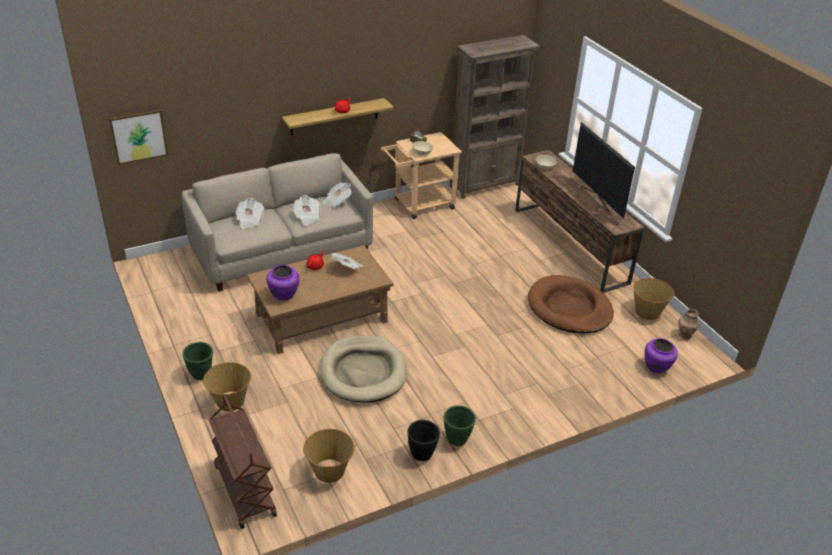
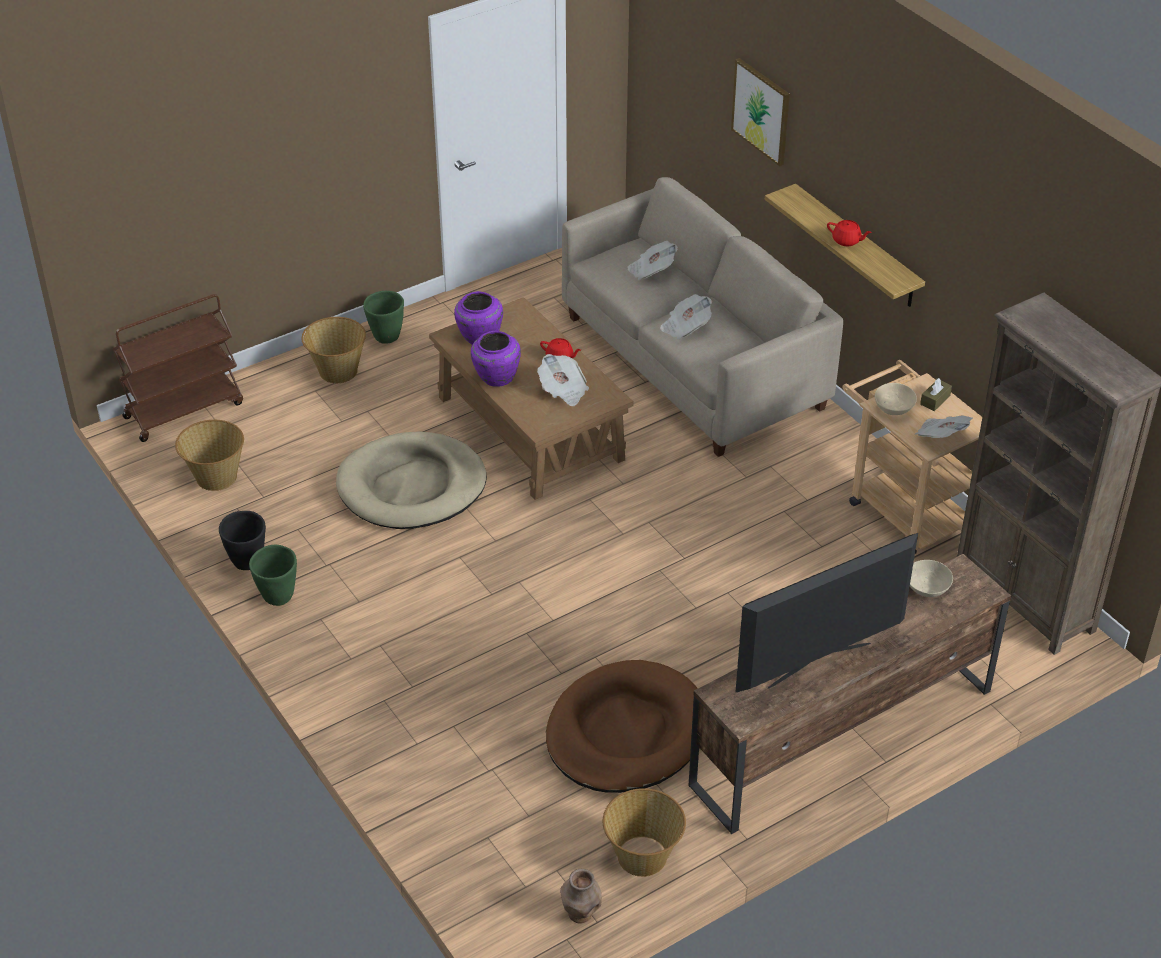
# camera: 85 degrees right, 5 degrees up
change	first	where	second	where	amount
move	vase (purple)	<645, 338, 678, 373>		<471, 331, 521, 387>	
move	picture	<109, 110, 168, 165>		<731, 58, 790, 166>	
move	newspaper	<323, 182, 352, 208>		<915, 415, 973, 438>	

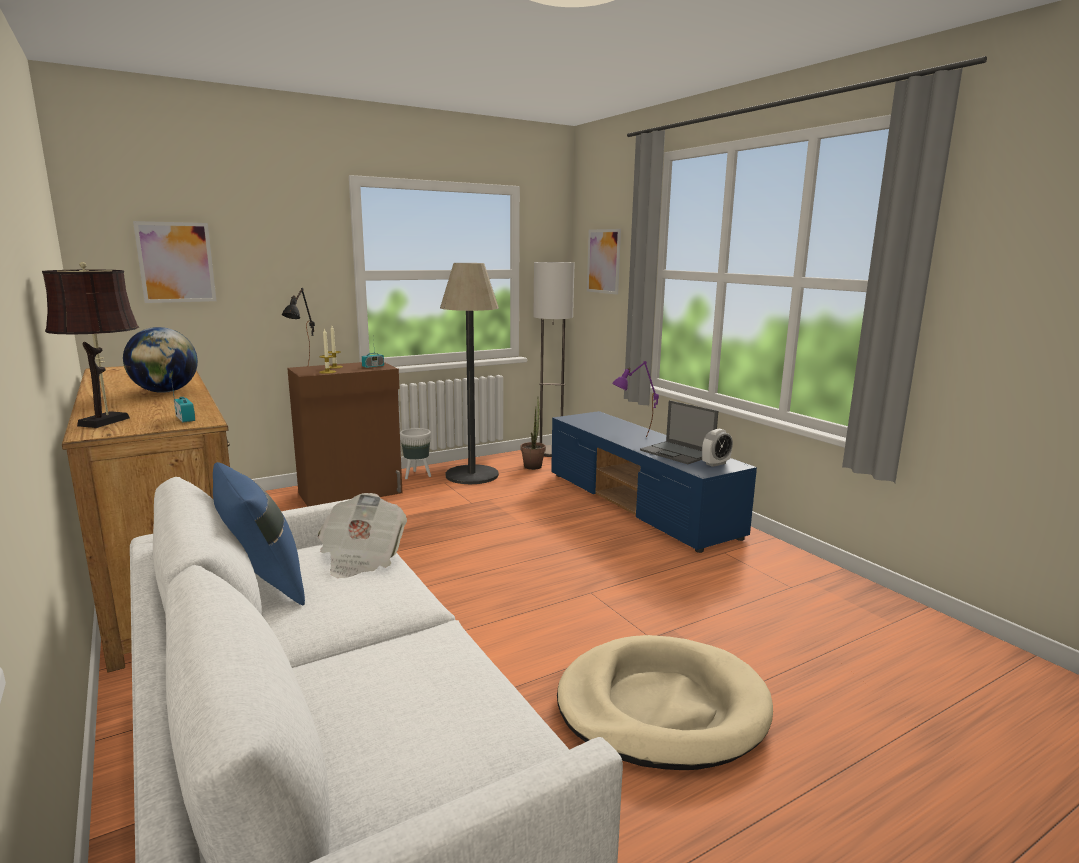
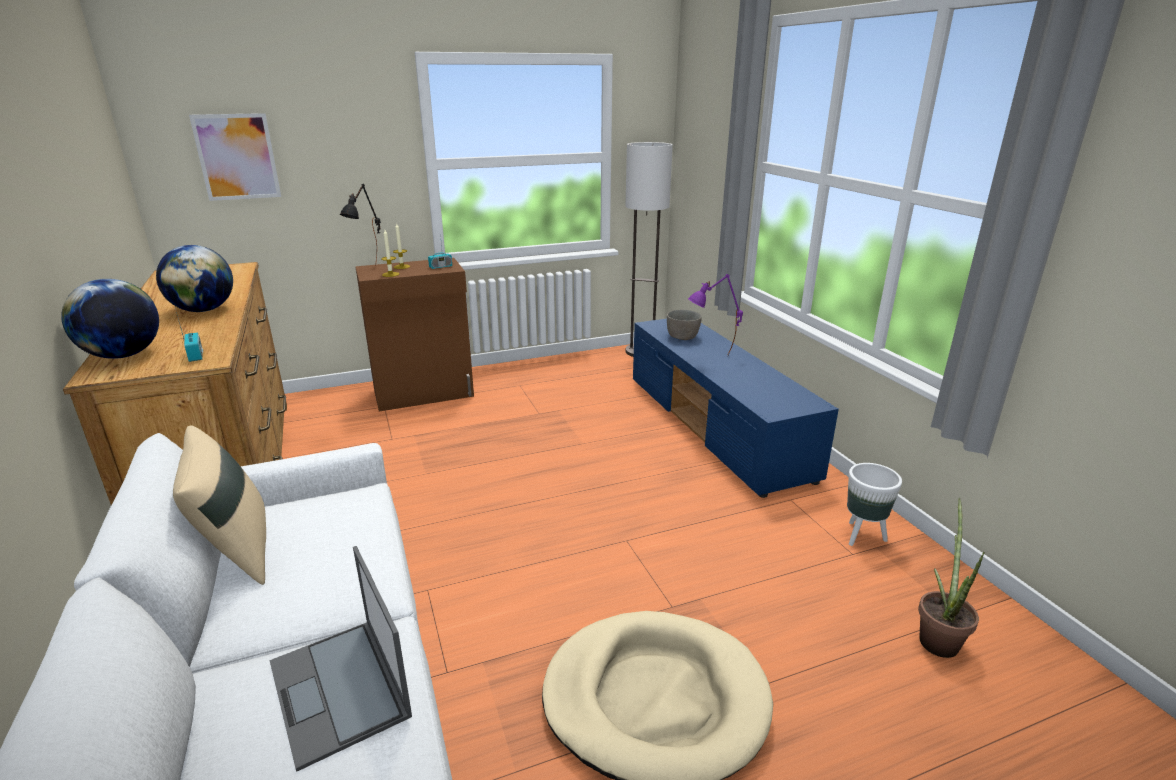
# camera: 10 degrees right, 10 degrees up
change	first	where	second	where	amount
replace	table lamp (brown)	<42, 262, 139, 428>	globe	<61, 279, 159, 359>	
recolor	pillow (blue)	<213, 462, 305, 605>	pillow (beige)	<173, 425, 266, 585>	
move	laptop	<640, 400, 718, 464>		<269, 546, 412, 772>	
insert			bowl (grey)	<667, 310, 702, 340>	
move	planter (white)	<400, 428, 431, 479>		<847, 463, 902, 546>	
move	potted plant	<520, 397, 546, 470>		<918, 498, 985, 658>	
delete	newspaper	<318, 493, 407, 578>			
delete	floor lamp	<440, 263, 499, 484>			
delete	picture	<587, 229, 621, 295>			
delete	alarm clock	<702, 429, 733, 467>			

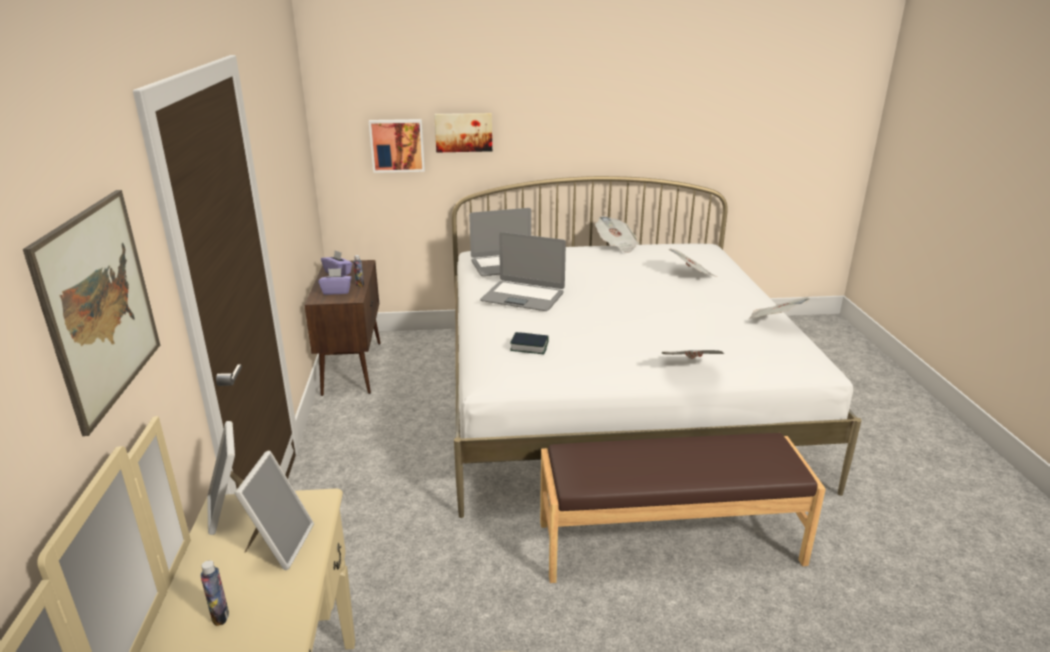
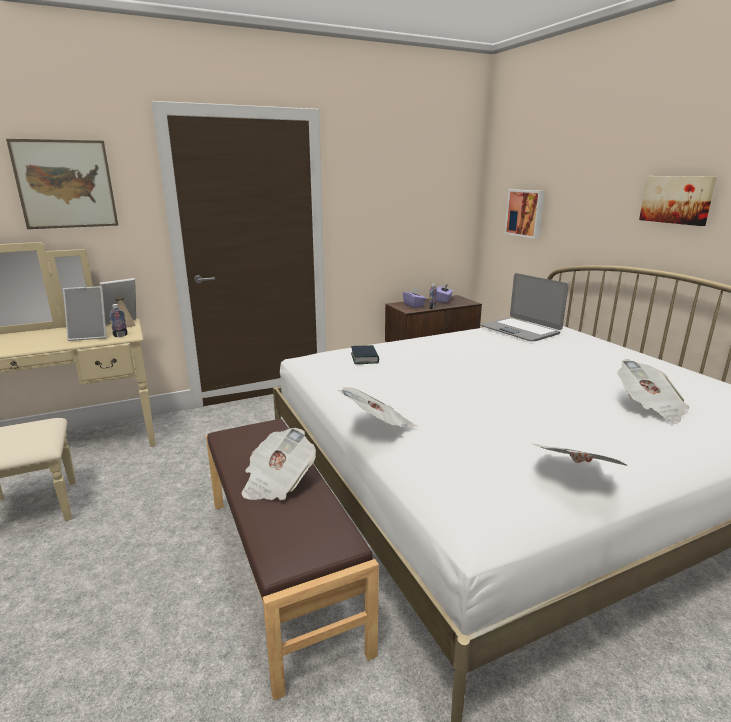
# camera: 70 degrees right, 5 degrees down
change	first	where	second	where	amount
move	bottle	<201, 560, 229, 626>		<109, 304, 128, 337>	
move	newspaper	<595, 216, 639, 253>		<241, 428, 316, 500>	
move	picture	<434, 113, 492, 152>		<639, 176, 717, 226>	
delete	laptop	<480, 232, 566, 311>			

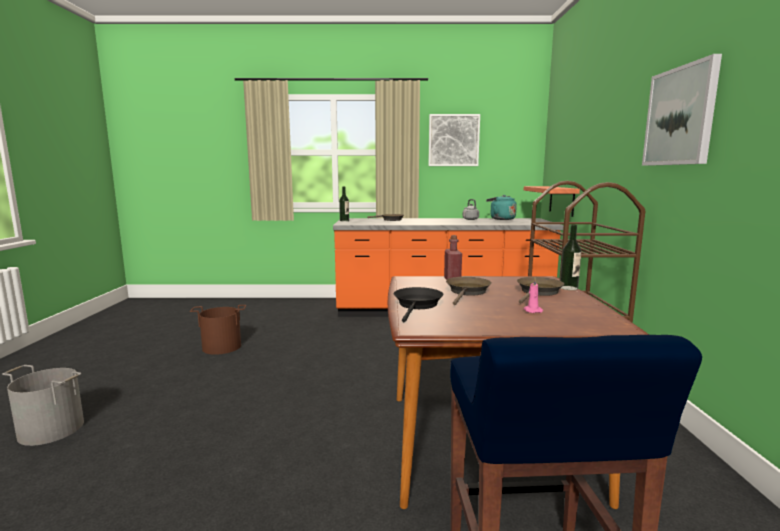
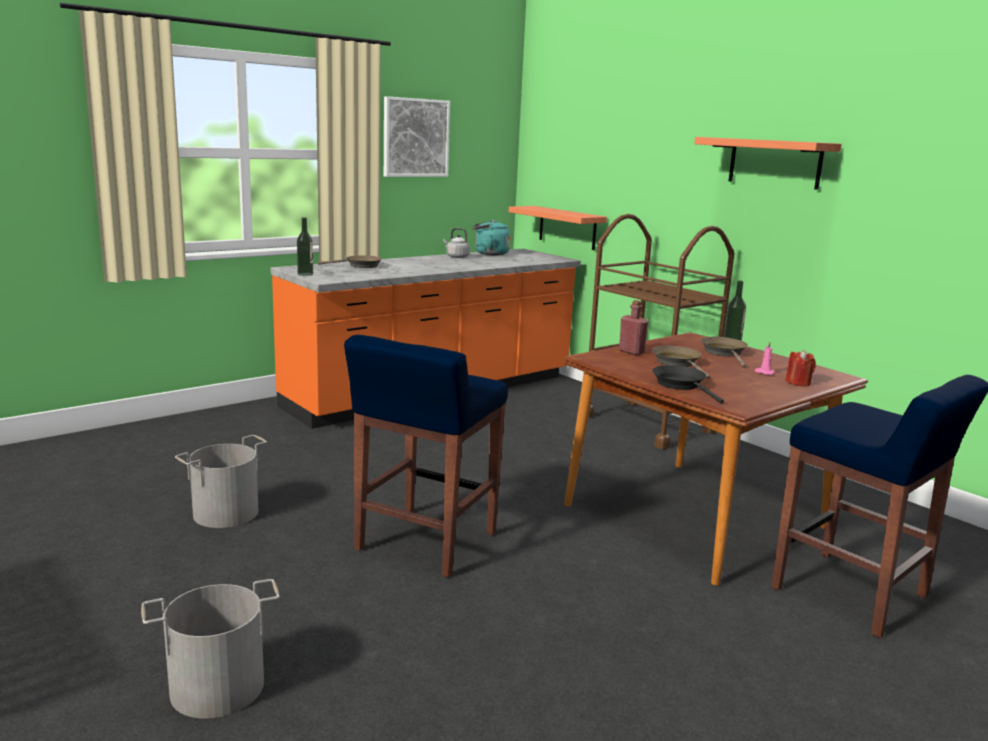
# camera: 40 degrees left, 5 degrees up
change	first	where	second	where	amount
recolor	bucket (brown)	<190, 305, 246, 355>	bucket (grey)	<175, 435, 267, 528>	
insert			stool (blue)	<344, 335, 508, 578>	
replace	picture	<642, 54, 722, 166>	shelf	<694, 137, 842, 190>	
insert			candle (red)	<785, 350, 816, 386>	

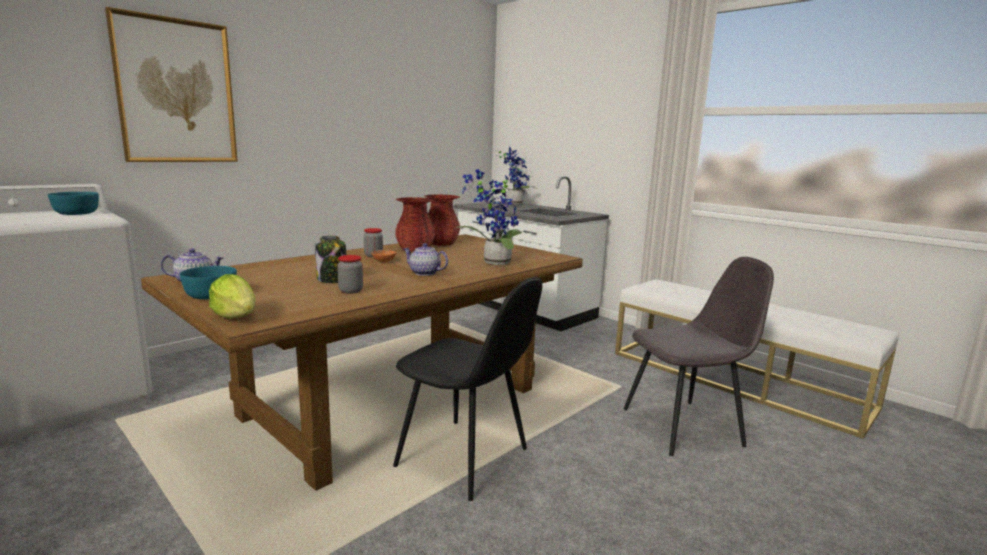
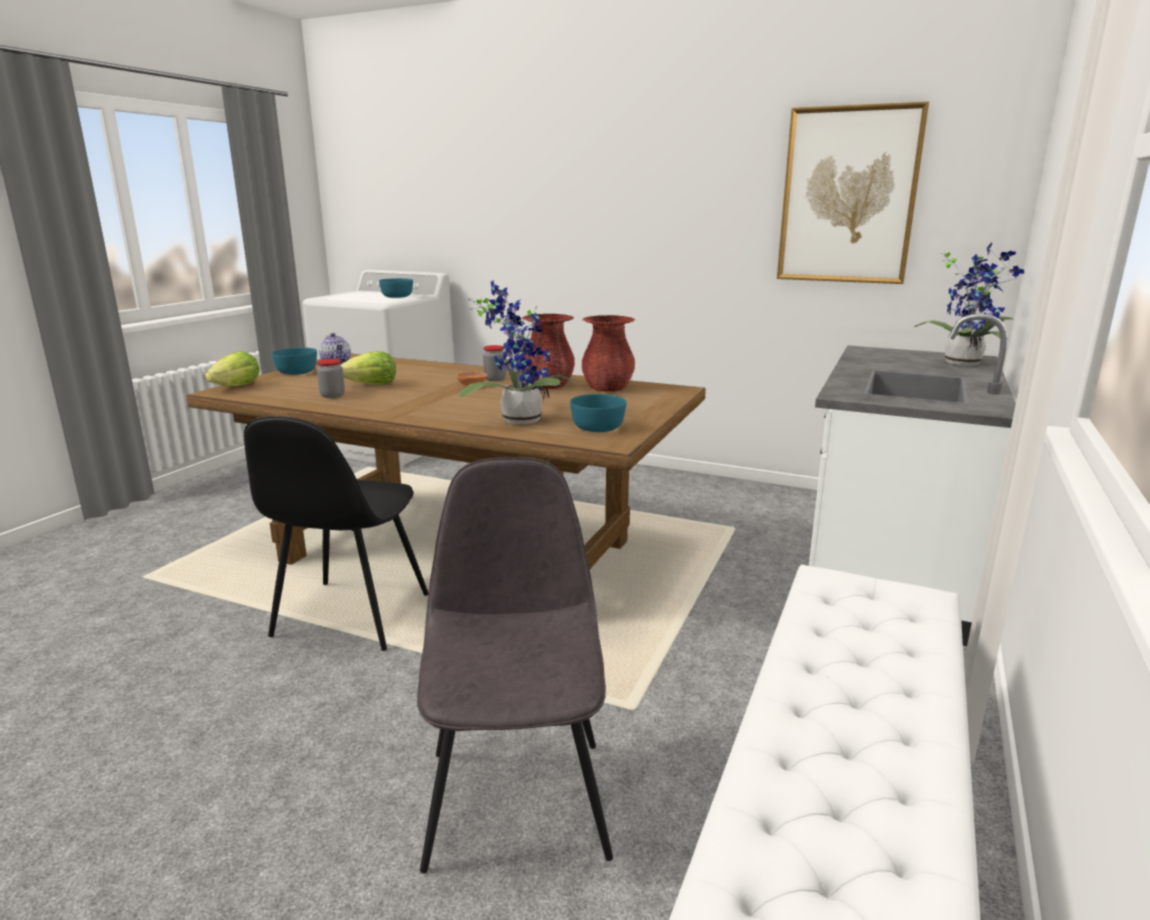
# camera: 70 degrees right, 5 degrees up
change	first	where	second	where	amount
replace	jar	<315, 235, 347, 283>	lettuce	<341, 351, 396, 385>	
rotate	chair (grey)	<624, 257, 774, 456>		<417, 457, 613, 873>	150 degrees counterclockwise
insert			bowl (turquoise)	<570, 394, 626, 432>	
move	picture	<105, 7, 238, 162>		<777, 101, 929, 284>	
delete	teapot	<404, 243, 448, 276>			

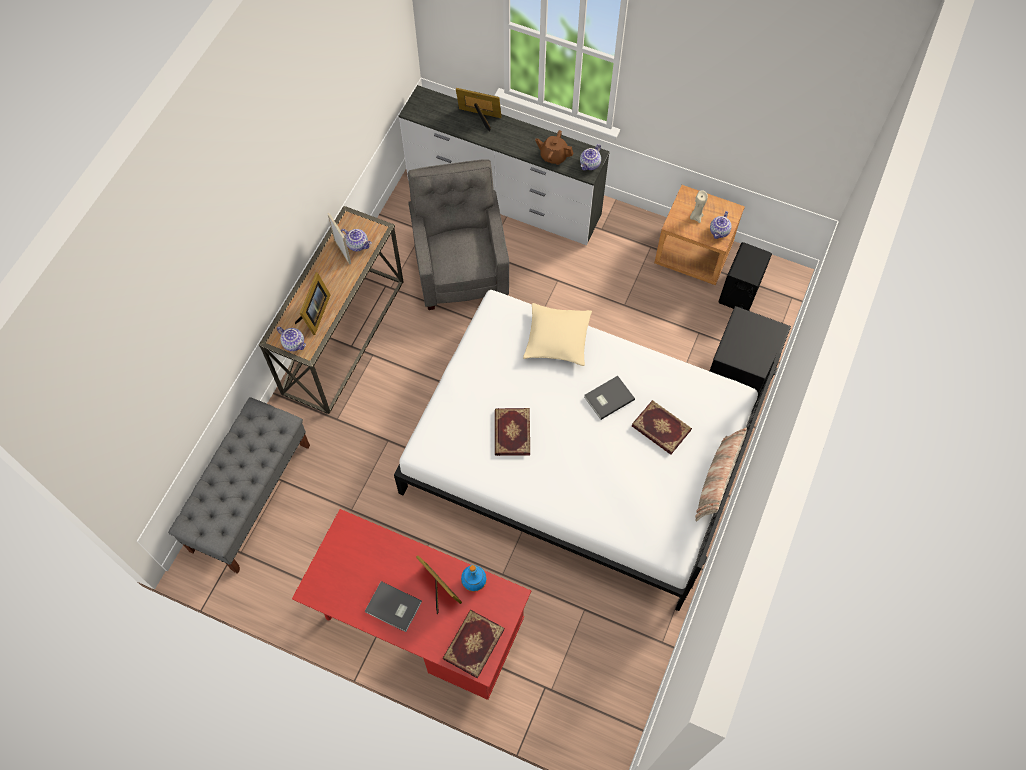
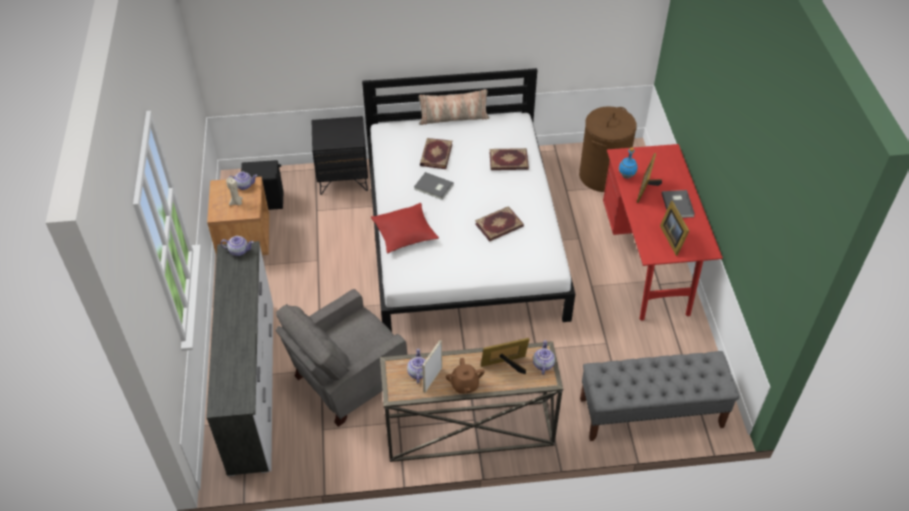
# camera: 120 degrees left, 15 degrees down
change	first	where	second	where	amount
recolor	pillow (beige)	<523, 303, 592, 366>	pillow (red)	<371, 203, 439, 254>	
move	teapot (brown)	<535, 130, 573, 165>		<446, 358, 485, 394>	
move	book	<442, 610, 504, 679>		<489, 148, 529, 170>	
insert			laundry basket (brown)	<579, 106, 637, 192>	
move	picture frame	<456, 88, 501, 131>		<660, 201, 689, 256>	

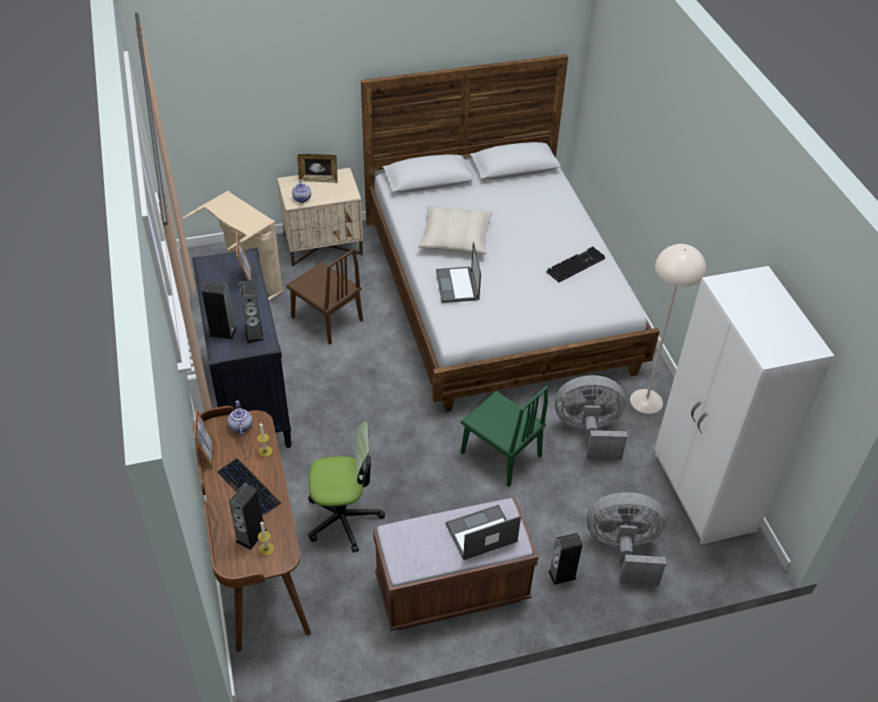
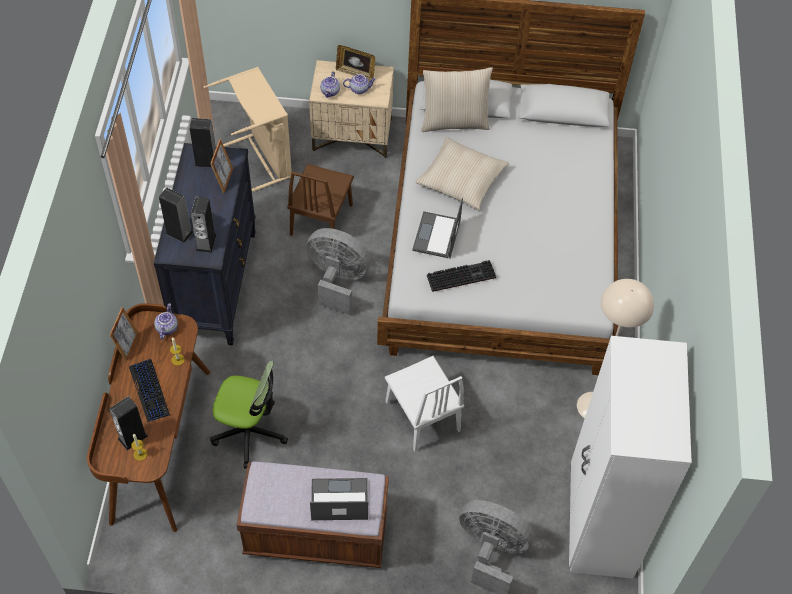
# camera: 20 degrees right, 10 degrees up
change	first	where	second	where	amount
move	speaker	<548, 533, 583, 585>		<189, 118, 216, 168>	
rotate	chair (brown)	<286, 248, 363, 344>		<287, 164, 354, 241>	45 degrees clockwise
move	fan (grey)	<555, 375, 628, 460>		<306, 228, 371, 315>	
insert			teapot	<343, 74, 376, 94>	
recolor	chair (green)	<461, 386, 548, 487>	chair (white)	<385, 356, 464, 452>	
insert			pillow (beige)	<421, 67, 493, 132>	
move	keyboard	<547, 246, 605, 282>		<427, 260, 496, 292>	

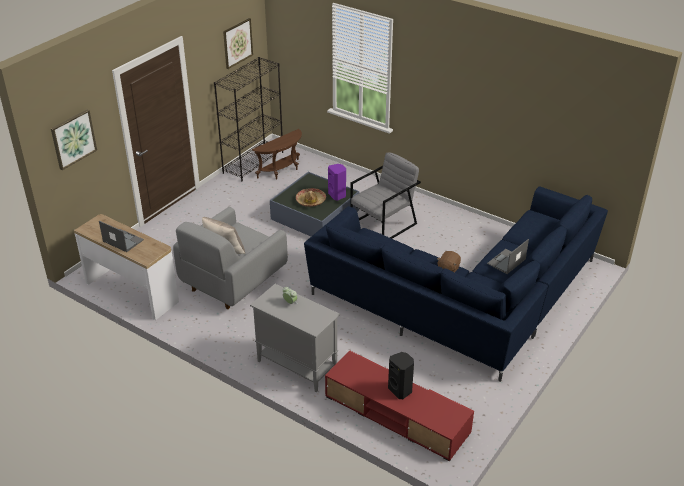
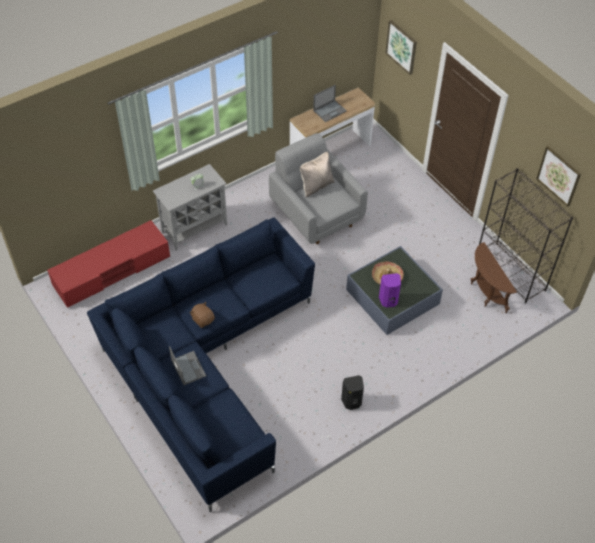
# camera: 110 degrees right, 15 degrees up
change	first	where	second	where	amount
move	speaker (black)	<388, 352, 414, 399>		<341, 375, 364, 410>	
delete	armchair (grey)	<350, 152, 421, 239>			

